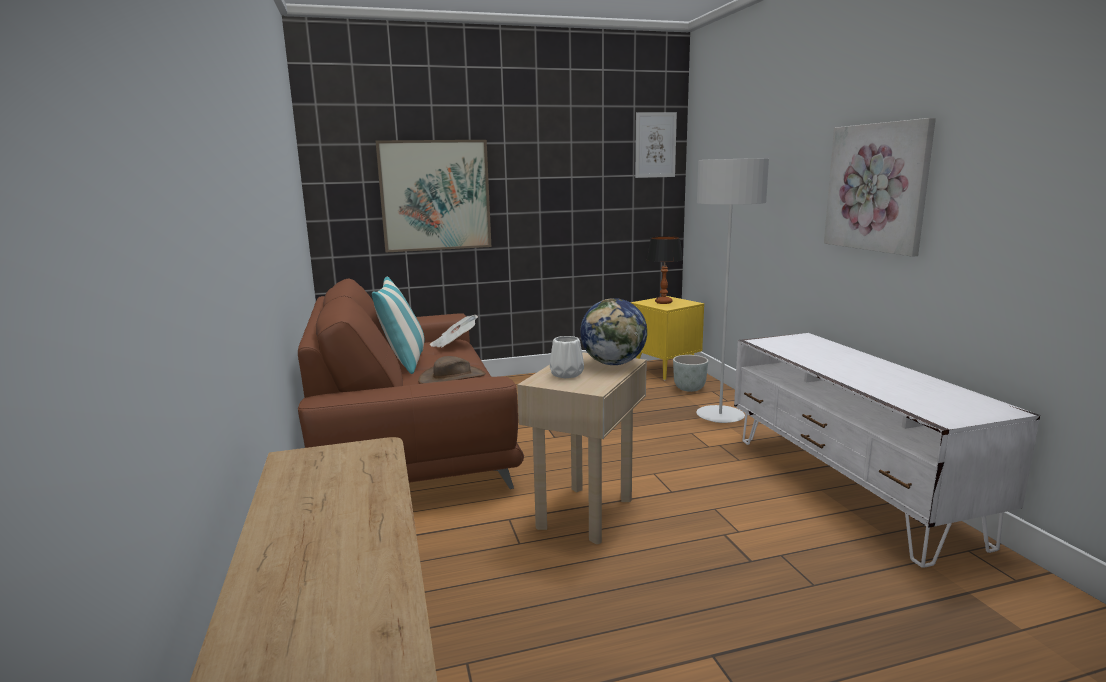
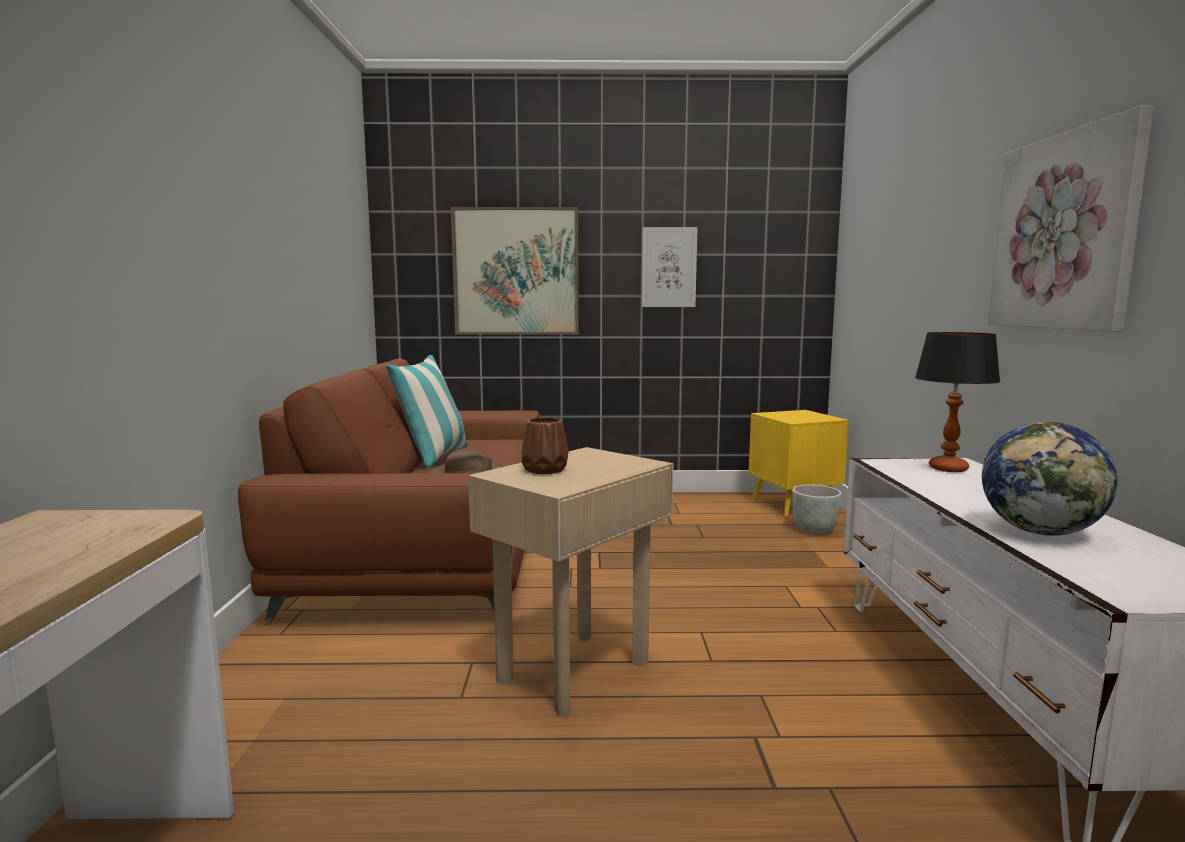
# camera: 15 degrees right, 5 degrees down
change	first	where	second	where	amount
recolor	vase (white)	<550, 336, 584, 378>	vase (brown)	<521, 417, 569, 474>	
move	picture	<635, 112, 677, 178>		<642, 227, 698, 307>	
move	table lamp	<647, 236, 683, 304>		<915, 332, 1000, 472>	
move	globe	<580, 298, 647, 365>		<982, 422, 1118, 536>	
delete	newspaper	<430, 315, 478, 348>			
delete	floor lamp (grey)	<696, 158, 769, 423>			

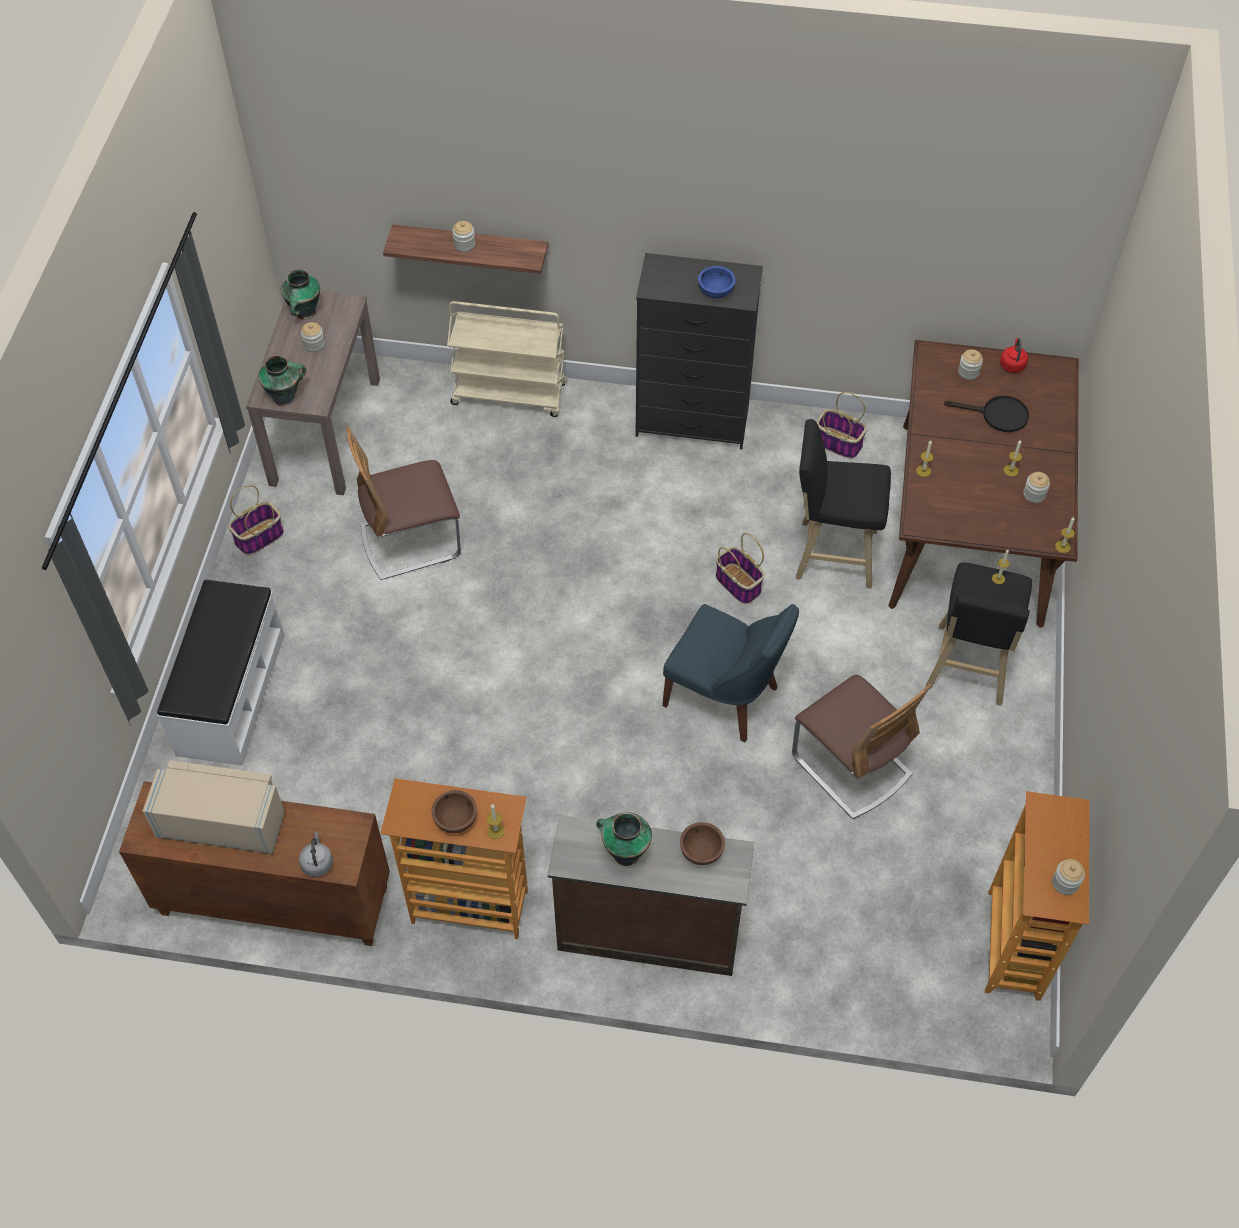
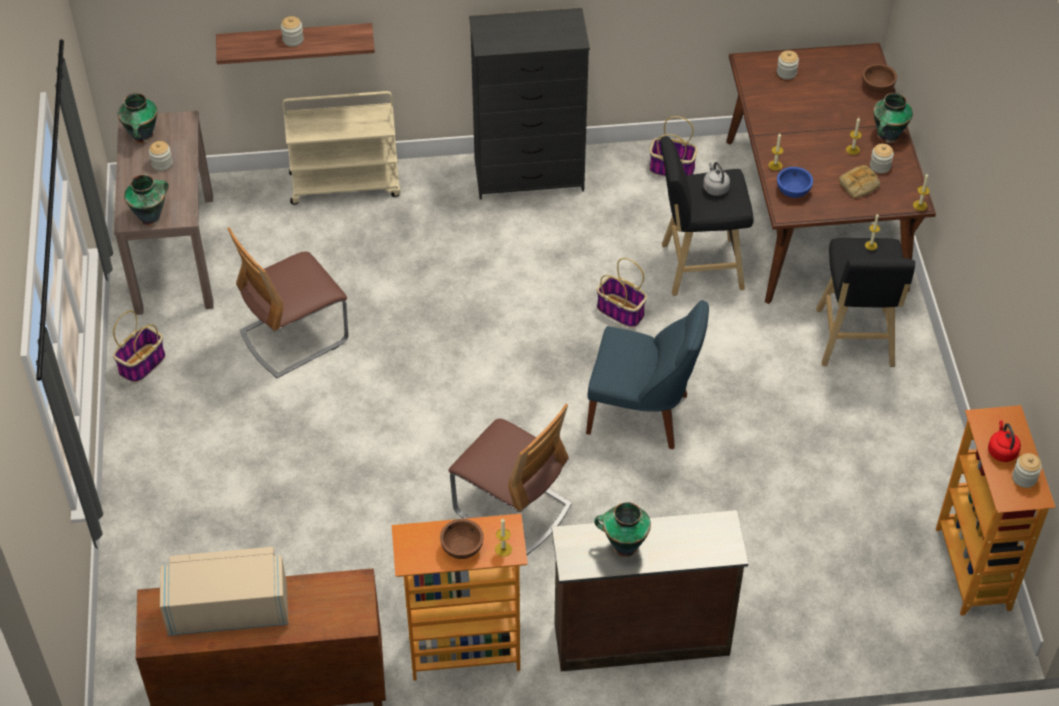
# camera: 15 degrees left, 5 degrees down
change	first	where	second	where	amount
move	chair	<792, 675, 931, 819>		<448, 404, 572, 555>	
move	kettle (grey)	<299, 832, 333, 877>		<703, 162, 730, 196>	
move	bowl (blue)	<698, 266, 736, 298>		<777, 167, 813, 198>	
insert			bread	<839, 165, 880, 198>	
move	bowl (brown)	<680, 822, 725, 865>		<862, 64, 897, 93>	
insert			vase	<873, 93, 913, 143>	
move	kettle (red)	<1000, 338, 1028, 373>		<988, 420, 1021, 462>	
delete	bench (white)	<157, 580, 284, 766>			
delete	frying pan (black)	<944, 396, 1029, 432>			

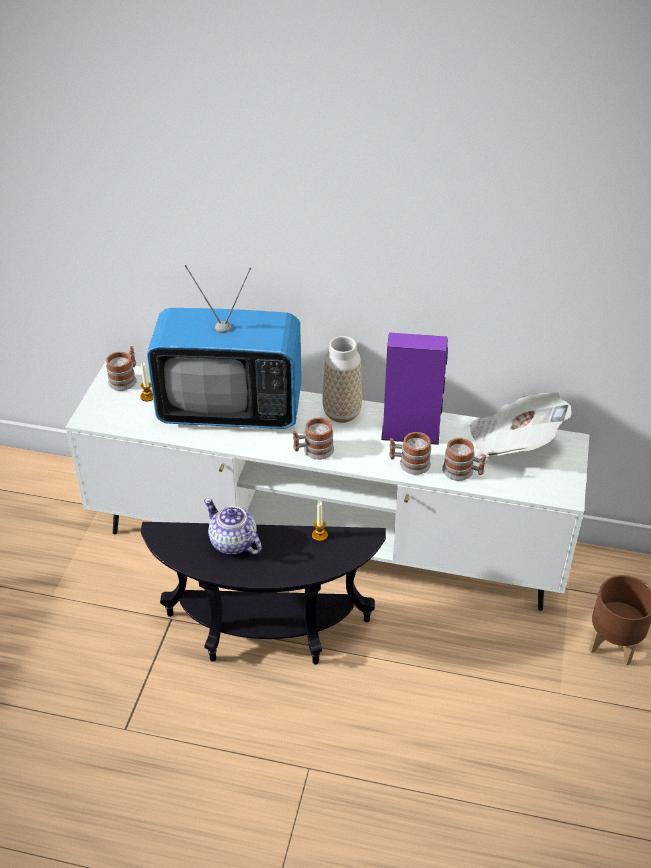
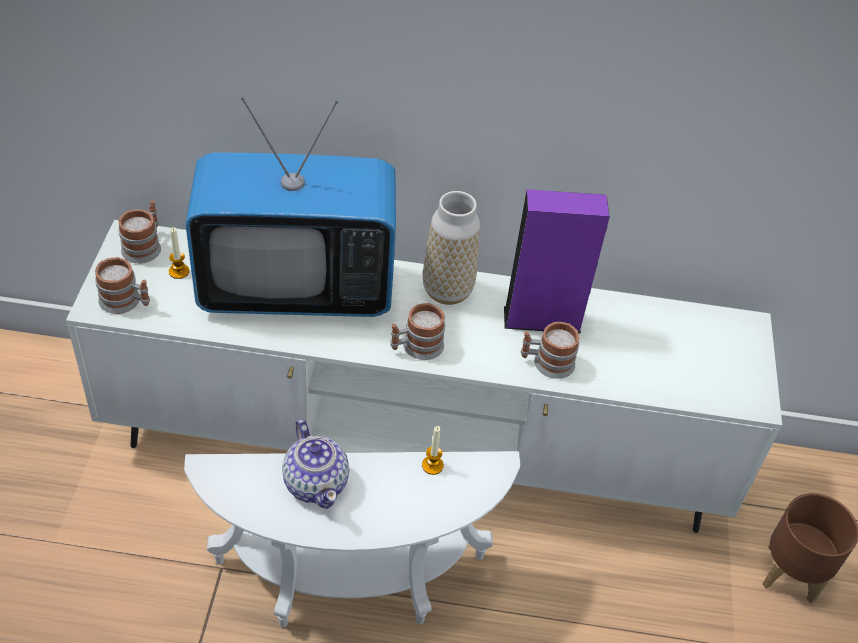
# camera: 10 degrees left, 5 degrees up
change	first	where	second	where	amount
move	mug	<442, 438, 487, 481>		<95, 257, 150, 314>	
recolor	side table (black)	<141, 522, 386, 665>	side table (white)	<184, 451, 521, 628>	
rotate	teapot	<204, 498, 262, 555>		<282, 419, 349, 509>	150 degrees counterclockwise
delete	newspaper	<470, 392, 572, 457>			

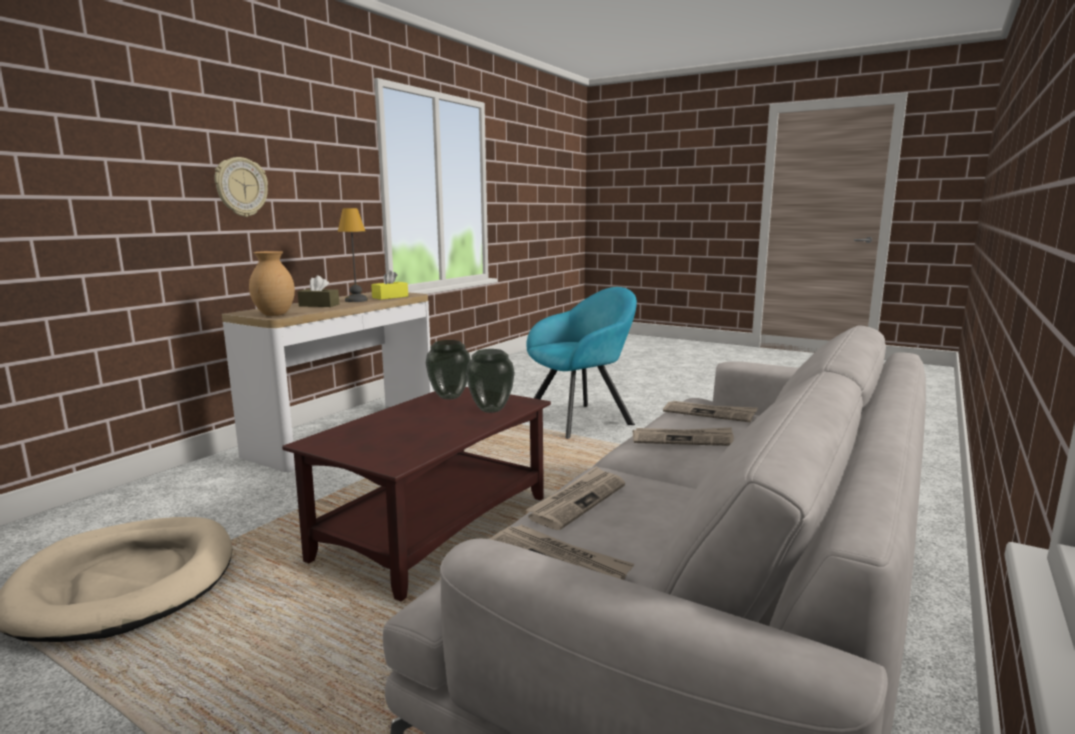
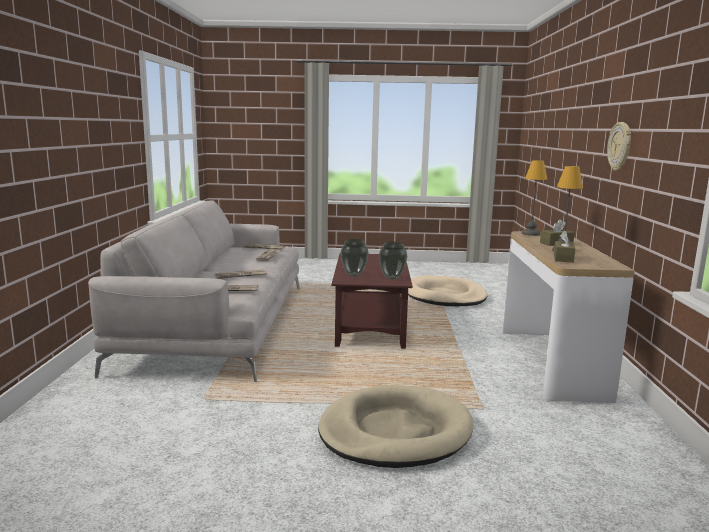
# camera: 150 degrees right, 0 degrees up
change	first	where	second	where	amount
replace	armchair (turquoise)	<526, 287, 637, 439>	dog bed (beige)	<318, 385, 473, 468>	
replace	vase (brown)	<249, 251, 295, 316>	table lamp	<522, 160, 547, 236>	
recolor	tissue box (yellow)	<371, 270, 408, 300>	tissue box (brown)	<554, 231, 575, 263>	

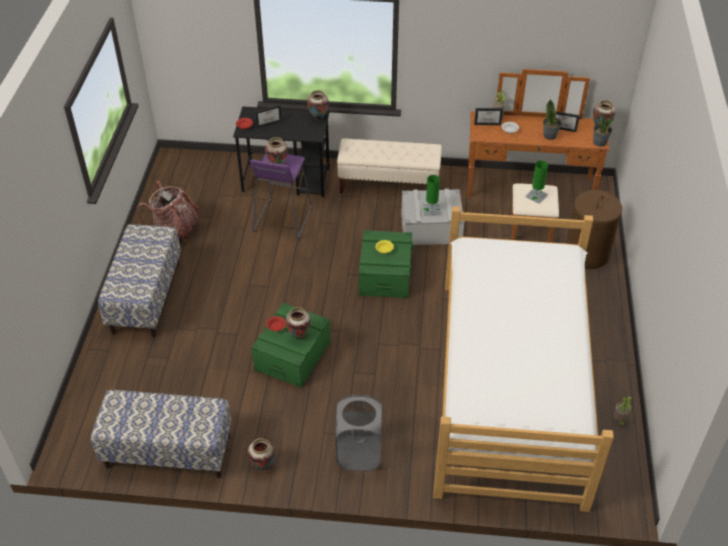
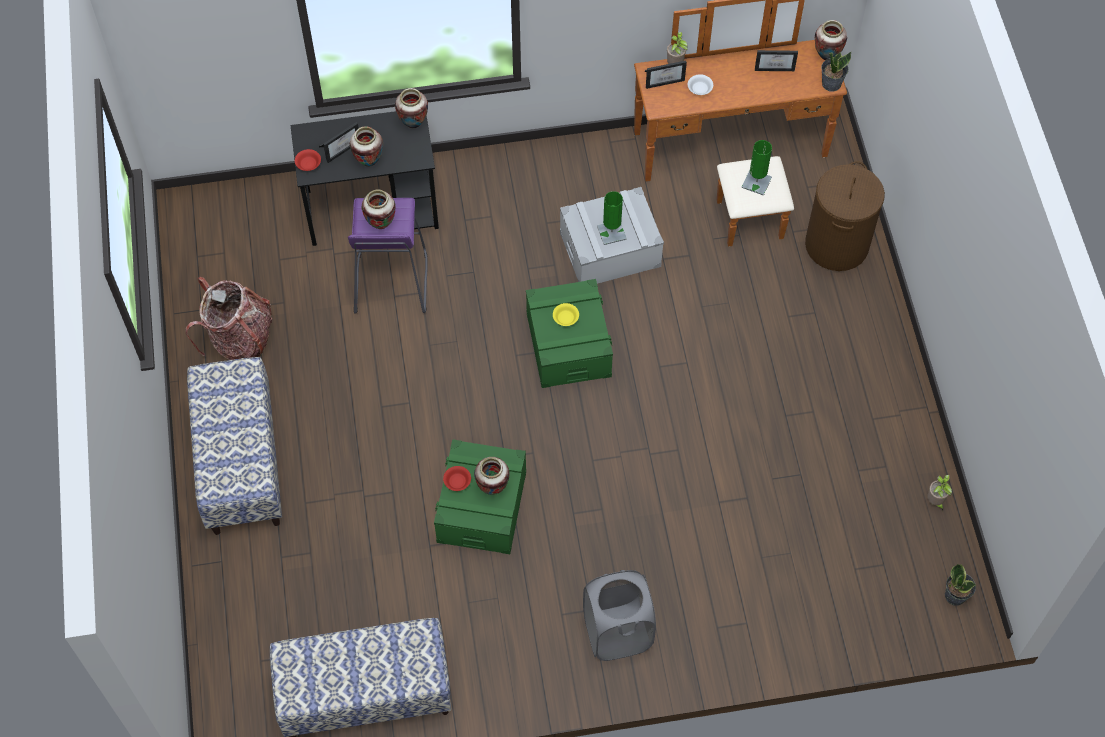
# camera: 15 degrees left, 15 degrees up
change	first	where	second	where	amount
move	vase	<248, 438, 275, 470>		<350, 126, 383, 167>	
move	potted plant	<543, 99, 562, 140>		<945, 563, 976, 606>	
delete	bench (beige)	<337, 138, 442, 194>			
delete	bed	<433, 206, 614, 512>			

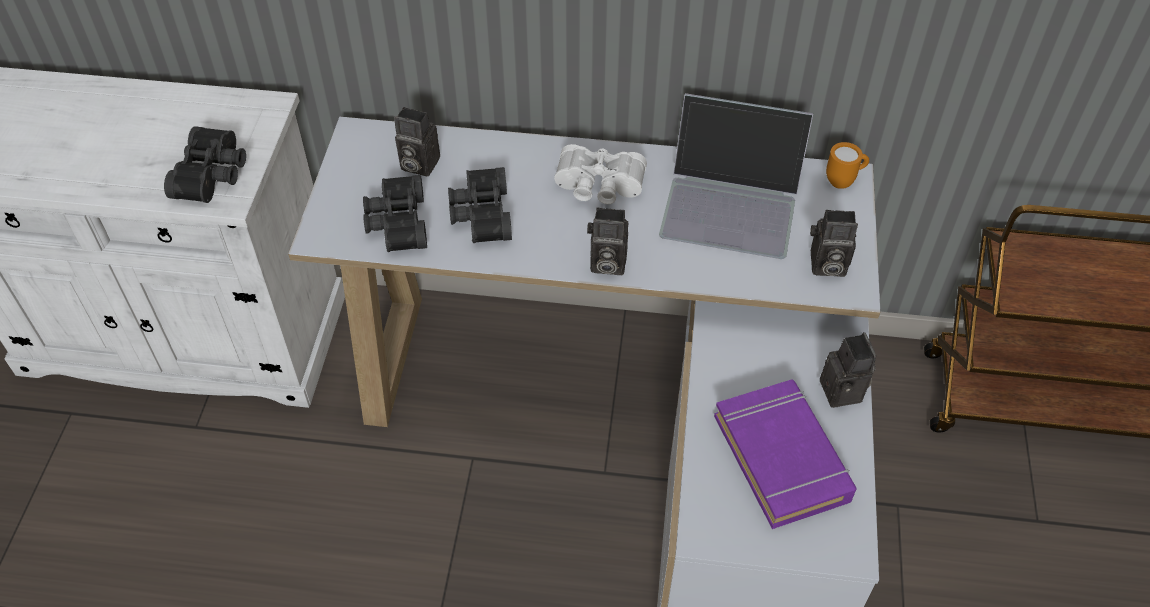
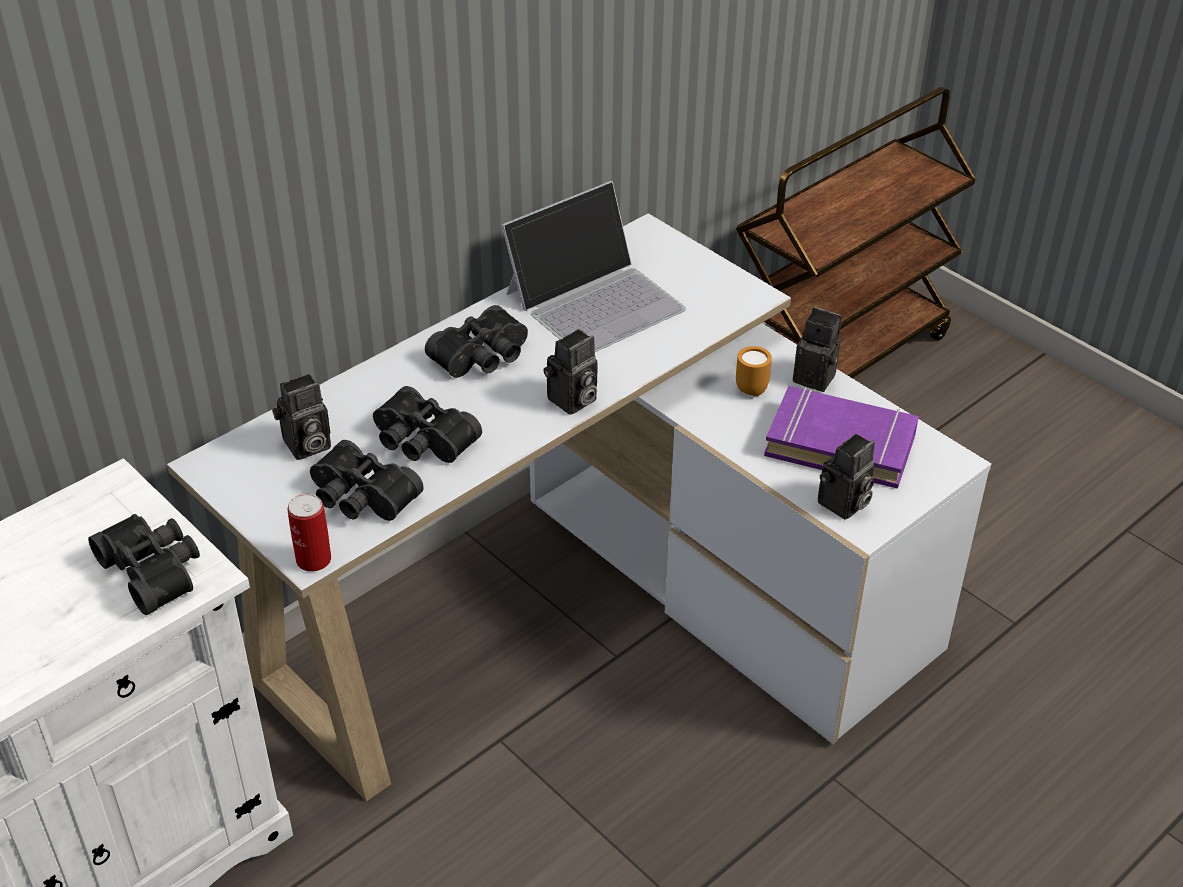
# camera: 50 degrees left, 10 degrees down
change	first	where	second	where	amount
insert			can	<288, 494, 331, 572>	
recolor	binoculars (white)	<554, 144, 647, 204>	binoculars (black)	<425, 305, 528, 378>	
move	mug (orange)	<826, 142, 869, 189>		<736, 346, 772, 396>	
move	photo camera	<810, 210, 858, 277>		<818, 433, 875, 520>	

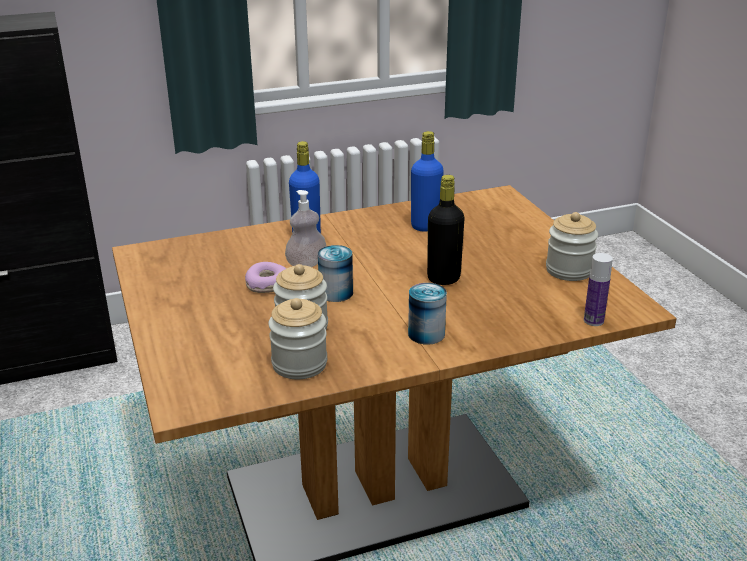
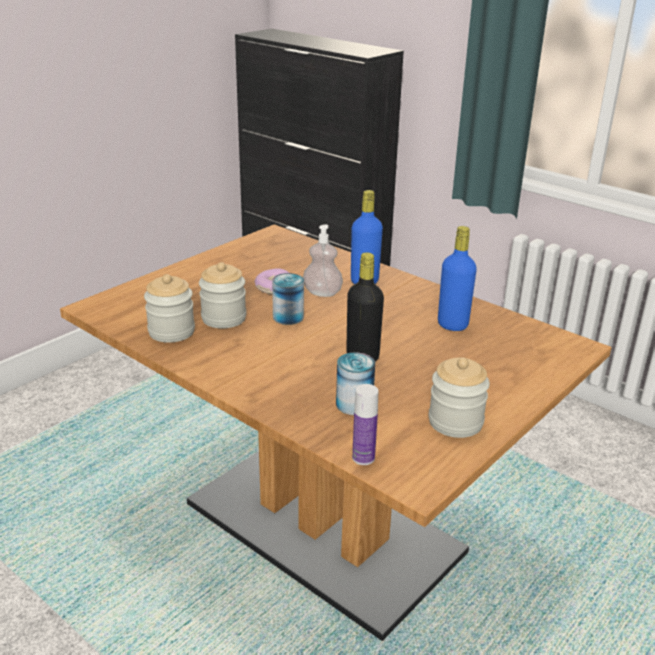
# camera: 60 degrees right, 0 degrees up
change	first	where	second	where	amount
move	can	<408, 283, 447, 345>		<336, 352, 375, 415>	

